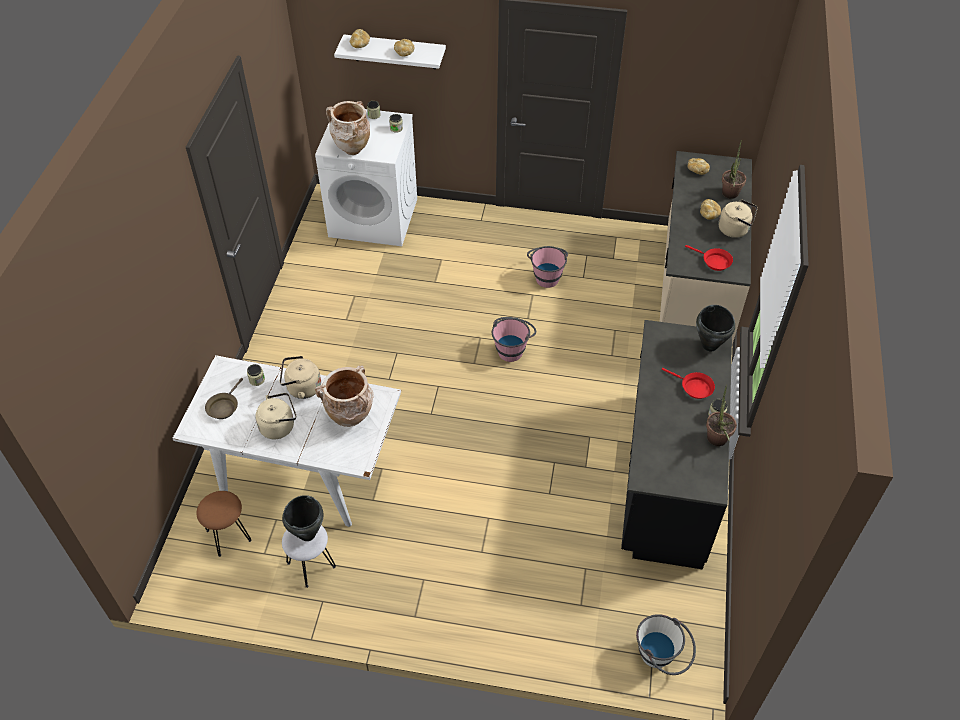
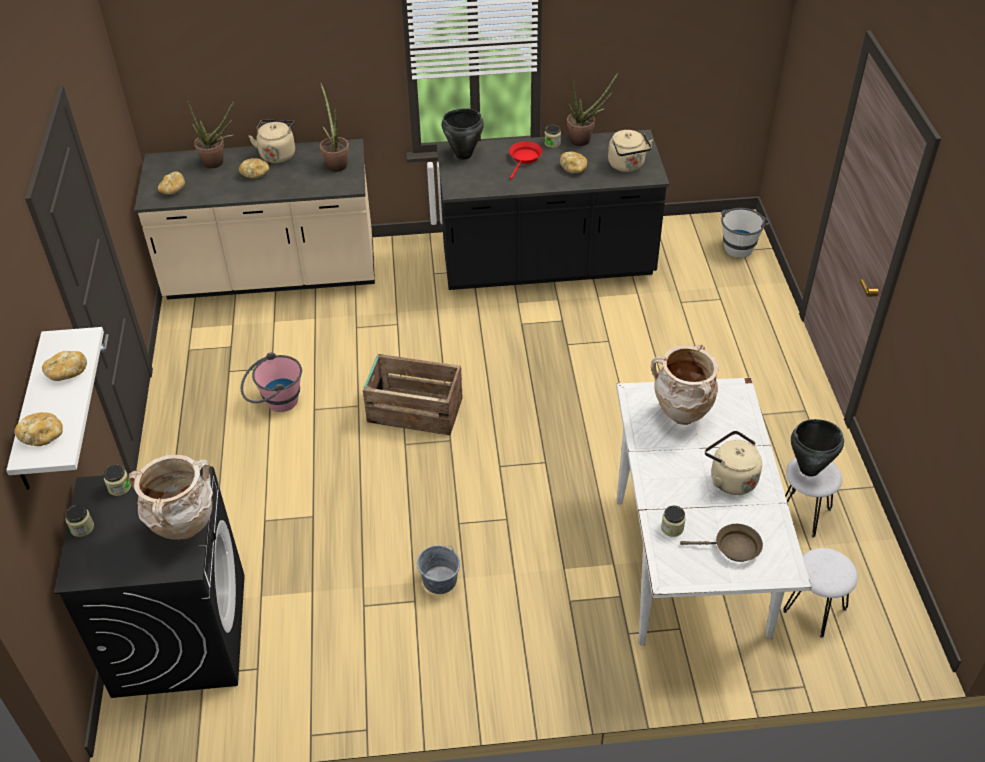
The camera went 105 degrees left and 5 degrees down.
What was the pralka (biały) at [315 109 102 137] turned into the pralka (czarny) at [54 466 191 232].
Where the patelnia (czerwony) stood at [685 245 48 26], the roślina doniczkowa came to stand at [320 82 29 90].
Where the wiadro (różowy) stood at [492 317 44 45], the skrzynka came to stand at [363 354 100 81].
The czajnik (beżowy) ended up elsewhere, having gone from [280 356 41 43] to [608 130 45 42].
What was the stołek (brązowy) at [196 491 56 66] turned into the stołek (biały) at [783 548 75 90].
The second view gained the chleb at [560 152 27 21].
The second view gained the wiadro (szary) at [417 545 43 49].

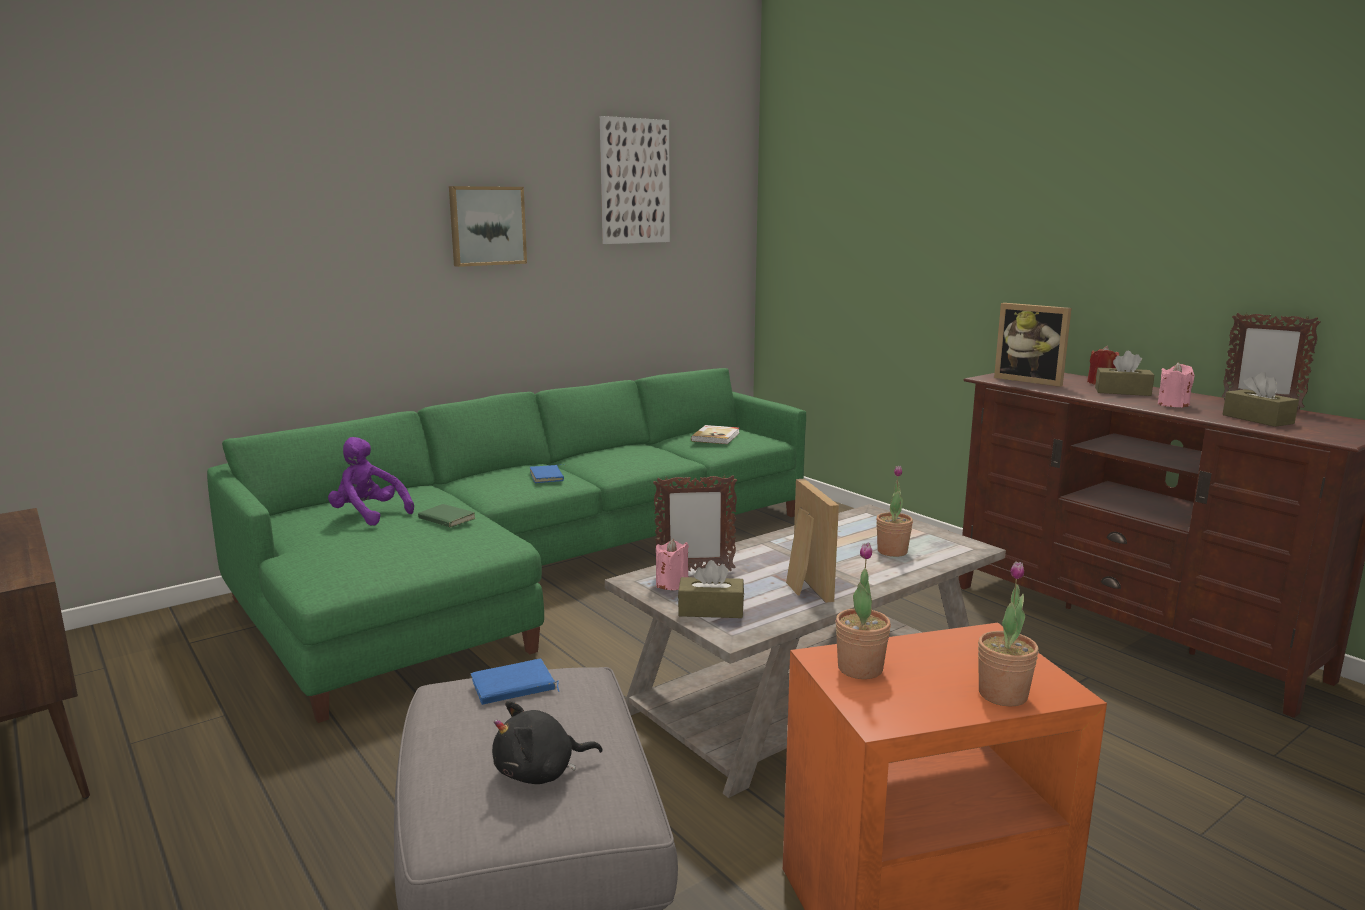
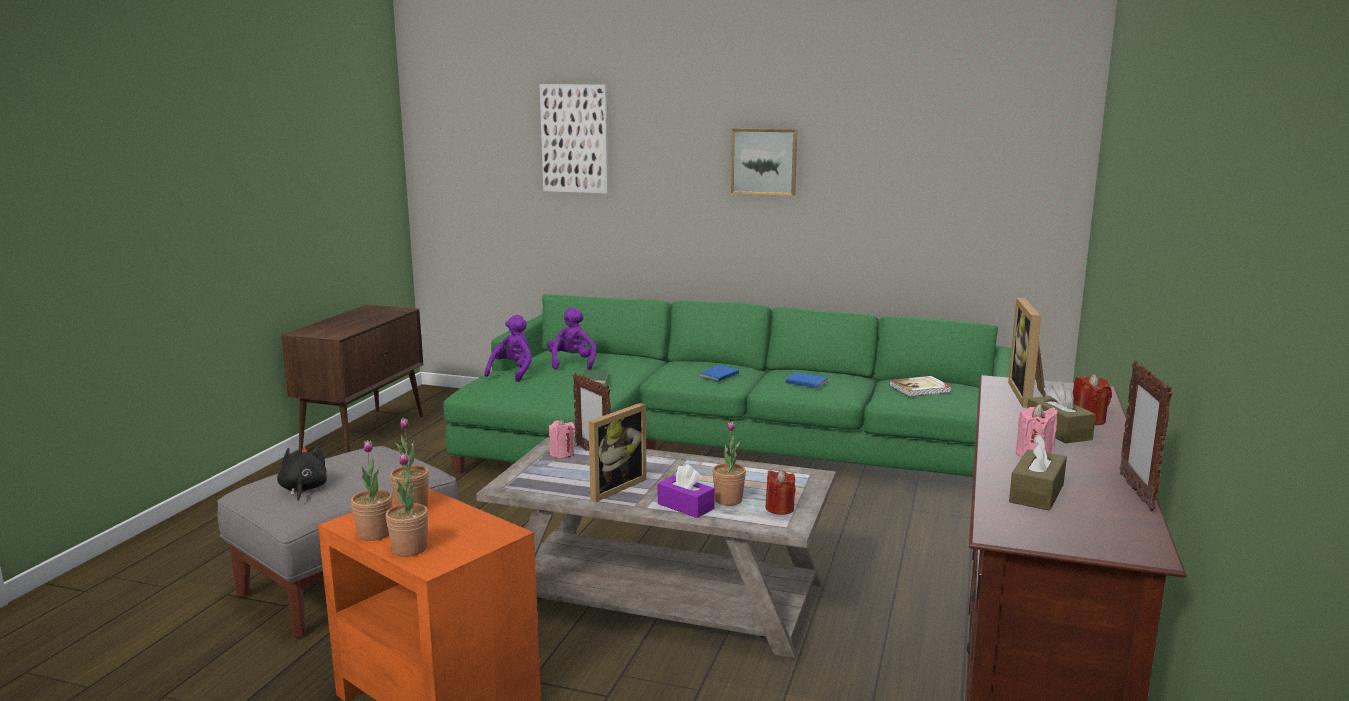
The camera went 55 degrees right and 0 degrees up.
The obraz ended up elsewhere, having gone from [600 116 70 128] to [539 84 70 110].
The second view lost the pudełko chusteczek (brązowy) at [678 560 66 58].
The książka (niebieski) ended up elsewhere, having gone from [471 659 89 46] to [785 372 43 16].
The pluszak (czarny) at [492 701 110 83] ended up facing another way, 45 degrees clockwise from before.
The second view gained the pluszak (fioletowy) at [484 315 48 67].
The second view gained the roślina doniczkowa at [351 440 42 101].
The second view gained the pudełko chusteczek (fioletowy) at [658 464 57 54].
The second view gained the świeca (czerwony) at [765 470 31 45].

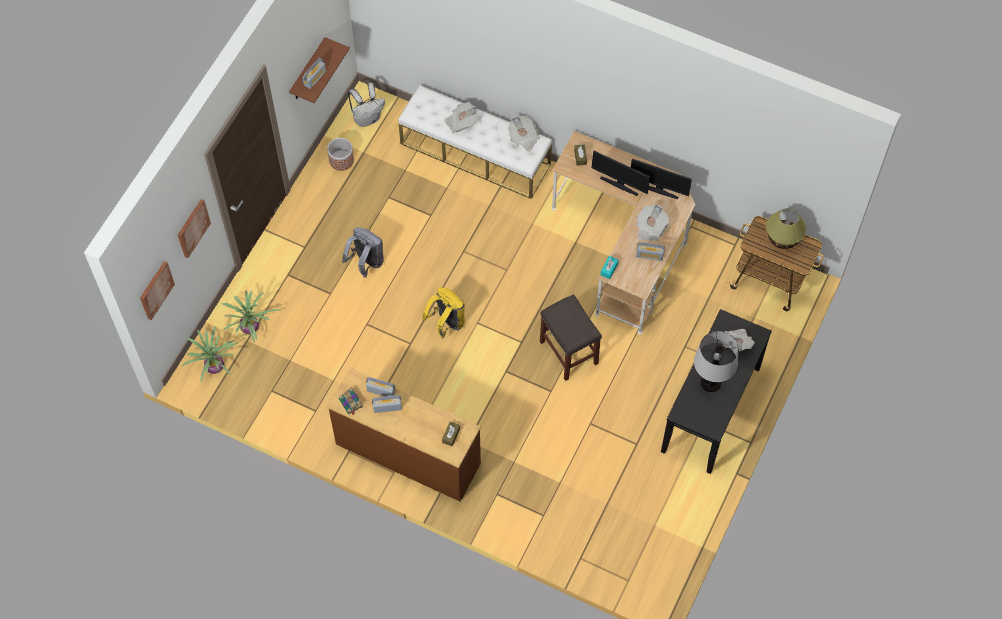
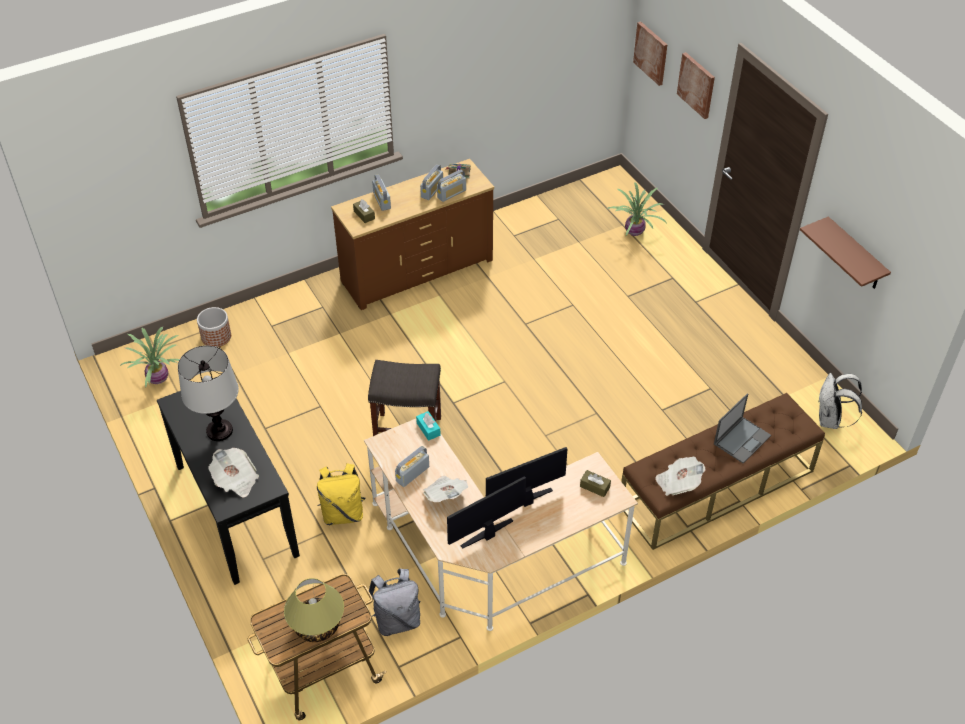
The camera went 125 degrees right and 15 degrees down.
The radio ended up elsewhere, having gone from [302 58 24 31] to [372 174 19 37].
What was the ławka (biały) at [398 85 154 114] turned into the ławka (brązowy) at [621 393 204 157].
Where the gazeta stood at [444 102 34 31], the laptop came to stand at [714 393 57 70].
The donica ended up elsewhere, having gone from [327 138 27 33] to [197 307 34 40].
The plecak (szary) ended up elsewhere, having gone from [342 227 42 50] to [369 569 51 67].
The plecak (żółty) ended up elsewhere, having gone from [422 287 43 51] to [317 463 48 62].
The roślina doniczkowa ended up elsewhere, having gone from [181 326 56 56] to [120 327 60 60].

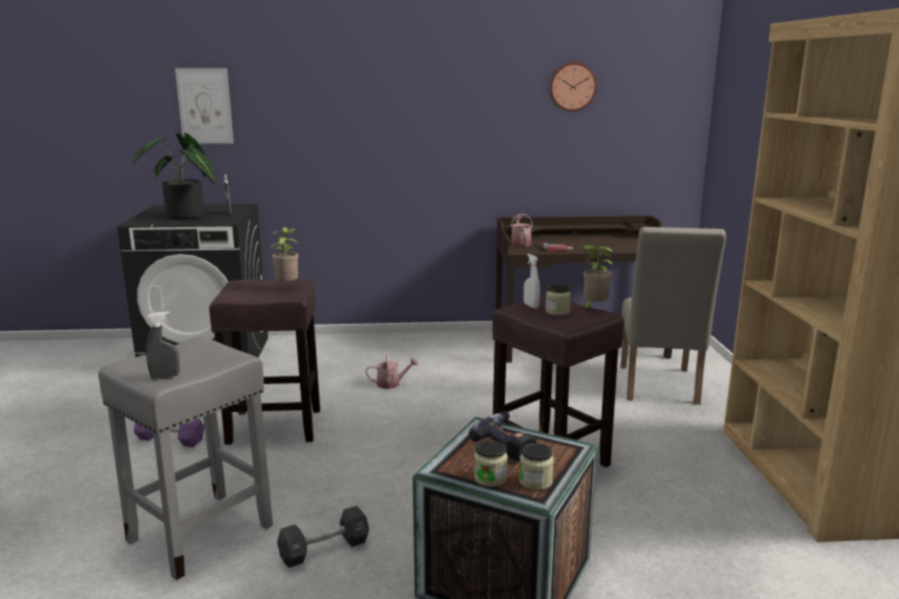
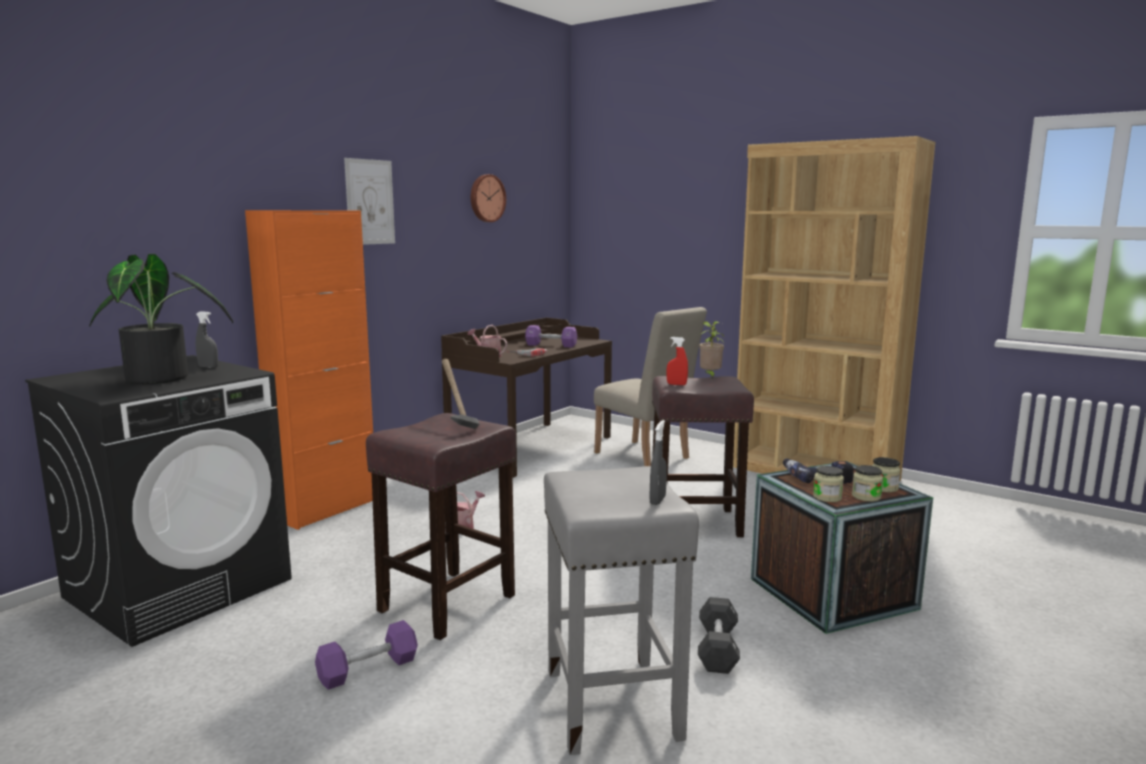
The camera went 50 degrees left and 5 degrees down.
The obraz ended up elsewhere, having gone from [175 68 58 76] to [344 158 51 87].
Where the roślina doniczkowa stood at [271 227 27 55], the młotek came to stand at [442 359 37 70].
What was the spryskiwacz (biały) at [524 254 16 54] turned into the spryskiwacz (czerwony) at [667 337 21 48].
The słoik ended up elsewhere, having gone from [546 284 25 31] to [813 466 31 36].
The second view gained the szafka (pomarańczowy) at [245 210 128 320].
The second view gained the hantel (fioletowy) at [525 325 52 23].

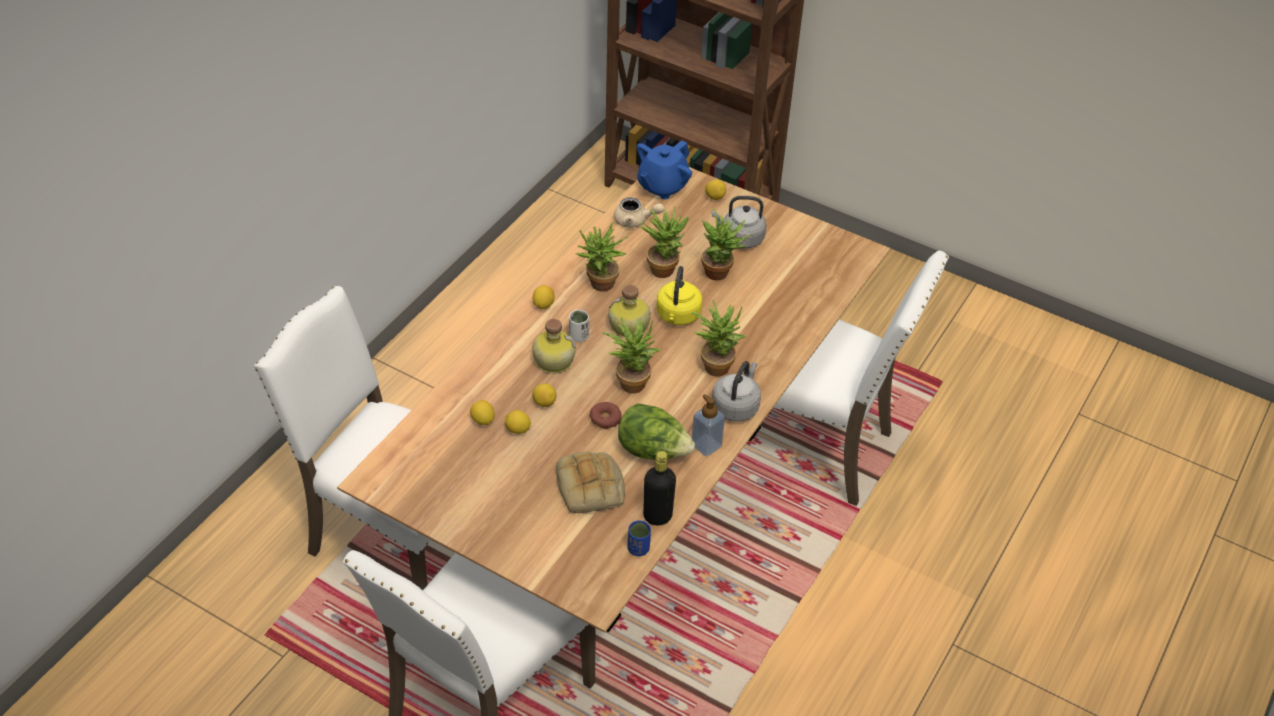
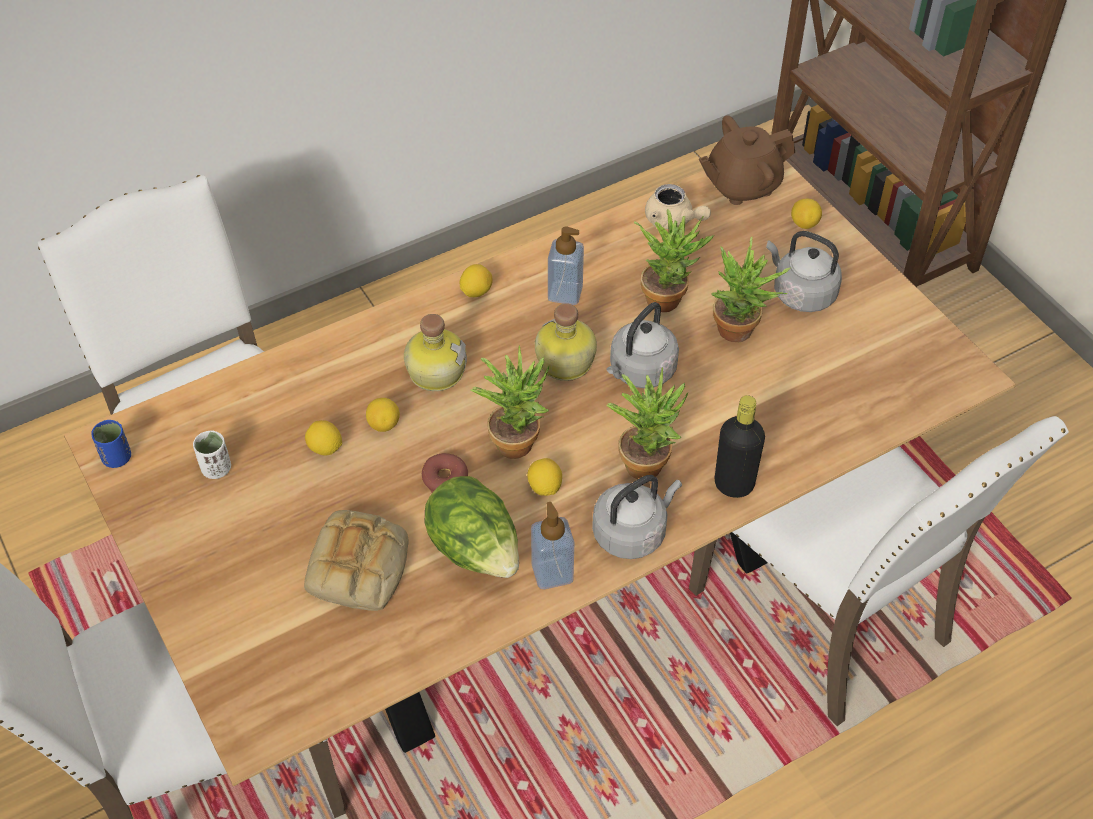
The camera went 30 degrees right and 5 degrees up.
What was the imbryk (niebieski) at [637 140 55 60] turned into the imbryk (brązowy) at [699 115 96 90].
Where the roślina doniczkowa stood at [576 222 52 70], the dozownik mydła came to stand at [548 226 36 79].
What was the czajnik (żółty) at [657 266 45 59] turned into the czajnik (szary) at [607 302 72 86].
The filiżanka (biały) ended up elsewhere, having gone from [569 310 20 32] to [193 430 38 49].
The cytryna ended up elsewhere, having gone from [470 400 25 25] to [527 458 35 38].
The butelka (czarny) ended up elsewhere, having gone from [643 451 33 74] to [715 395 50 103].
The filiżanka (niebieski) ended up elsewhere, having gone from [628 521 23 35] to [91 420 40 48].

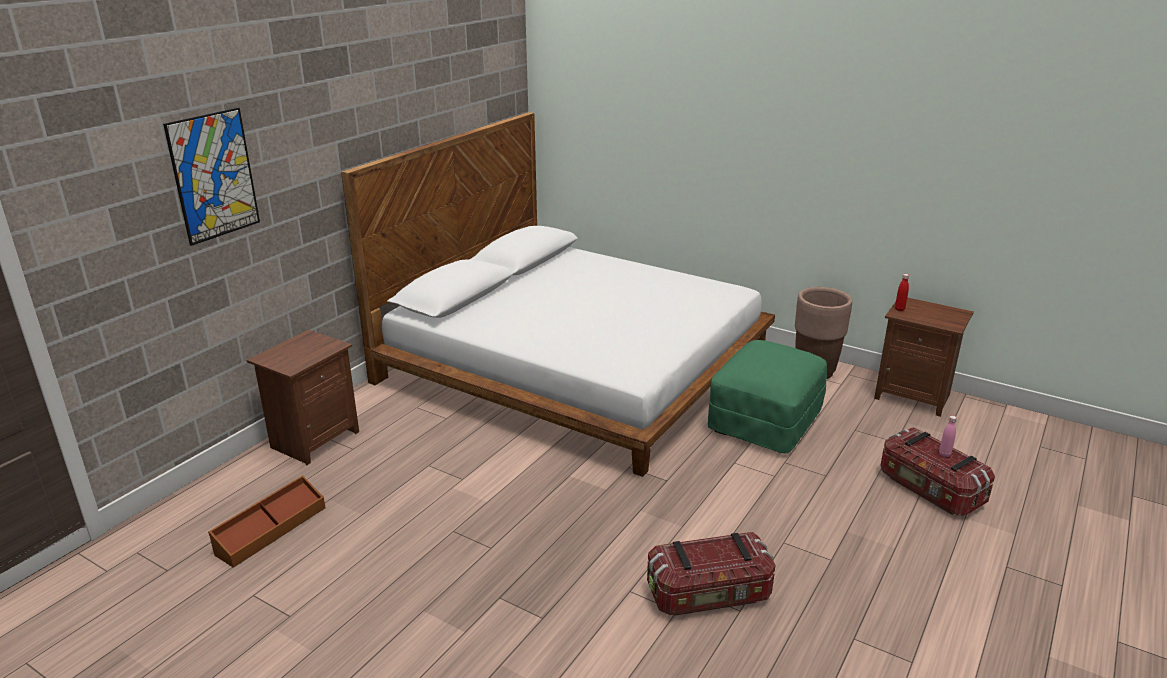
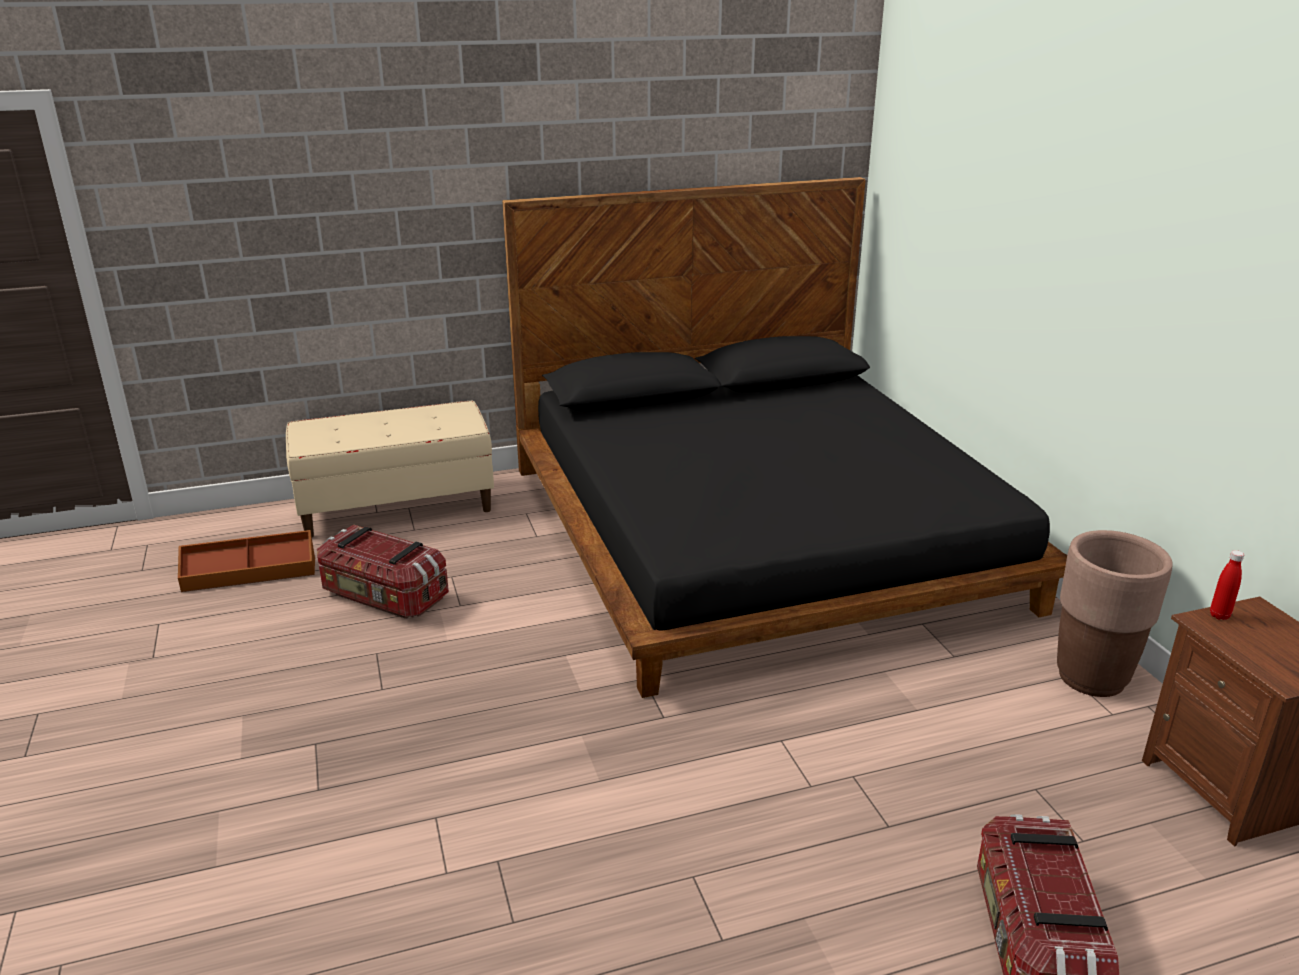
The camera went 40 degrees right and 0 degrees up.
The second view lost the obraz at [163 108 97 138].
What was the łóżko (biały) at [341 112 434 365] turned into the łóżko (czarny) at [502 177 565 521].
Where the szafka nocna (brązowy) stood at [246 330 113 136], the ławka (beżowy) came to stand at [286 401 208 136].
The second view lost the pufa (zielony) at [708 340 119 114].
The second view lost the butelka (różowy) at [939 416 18 41].
The pojemnik do przechowywania ended up elsewhere, having gone from [647 532 129 84] to [317 524 132 95].

